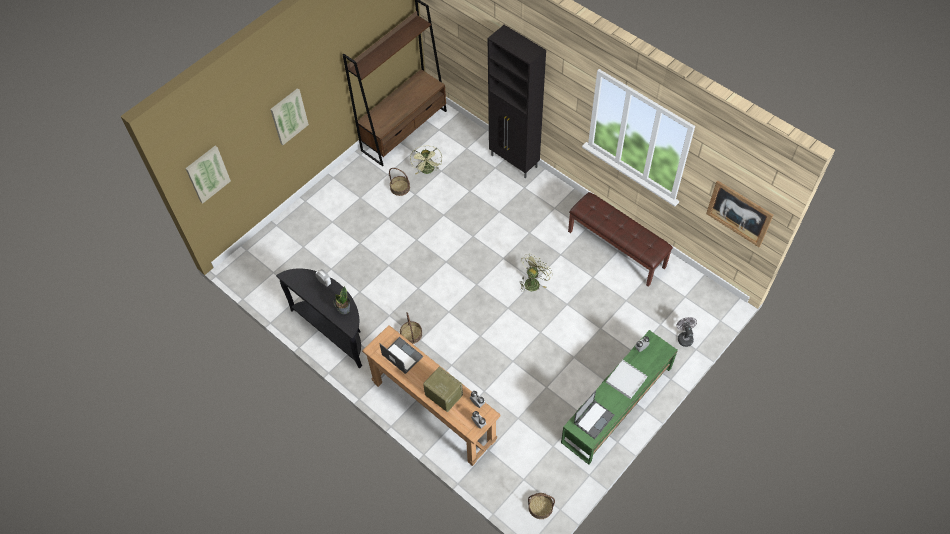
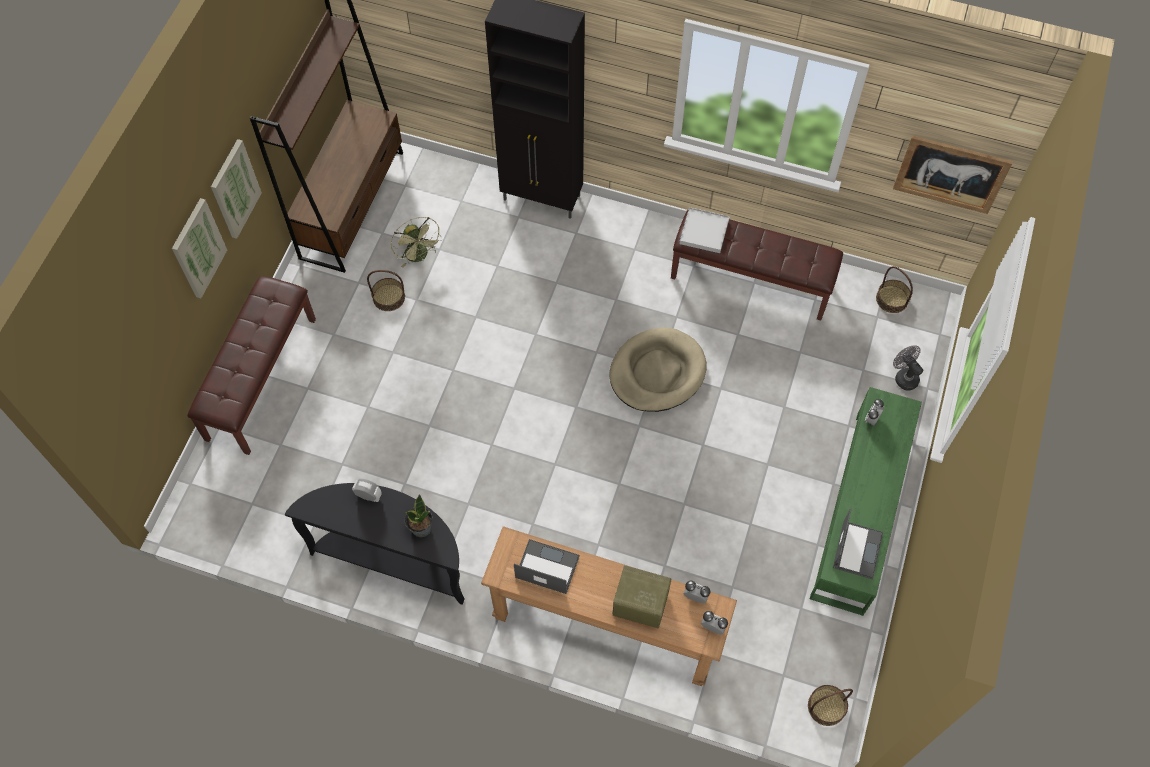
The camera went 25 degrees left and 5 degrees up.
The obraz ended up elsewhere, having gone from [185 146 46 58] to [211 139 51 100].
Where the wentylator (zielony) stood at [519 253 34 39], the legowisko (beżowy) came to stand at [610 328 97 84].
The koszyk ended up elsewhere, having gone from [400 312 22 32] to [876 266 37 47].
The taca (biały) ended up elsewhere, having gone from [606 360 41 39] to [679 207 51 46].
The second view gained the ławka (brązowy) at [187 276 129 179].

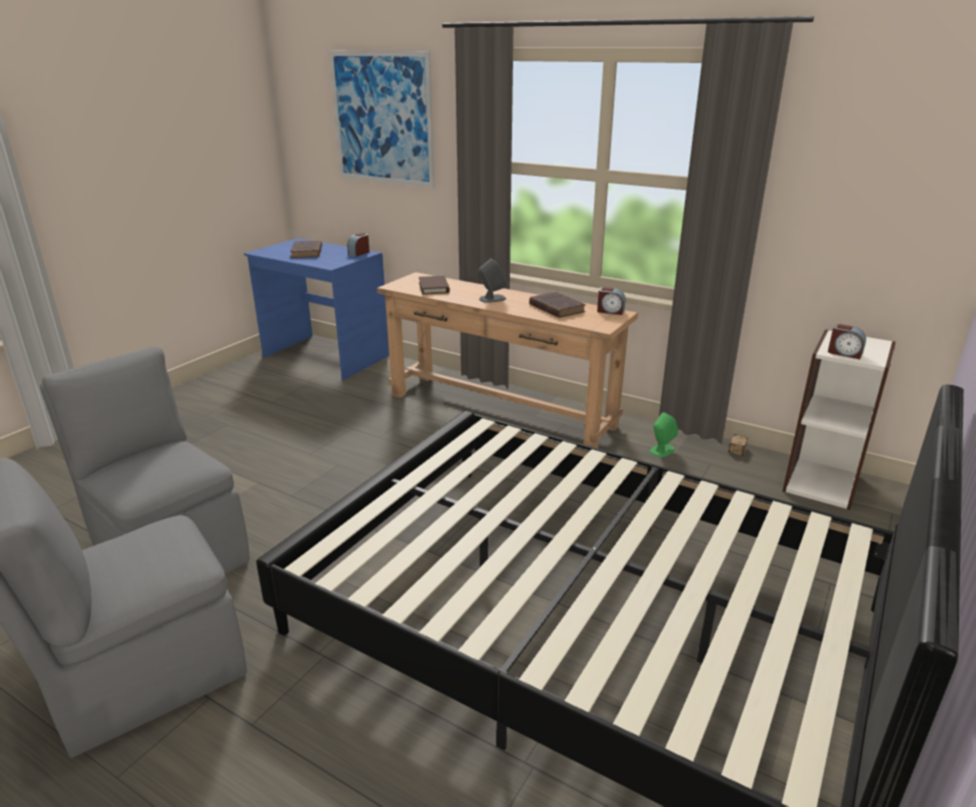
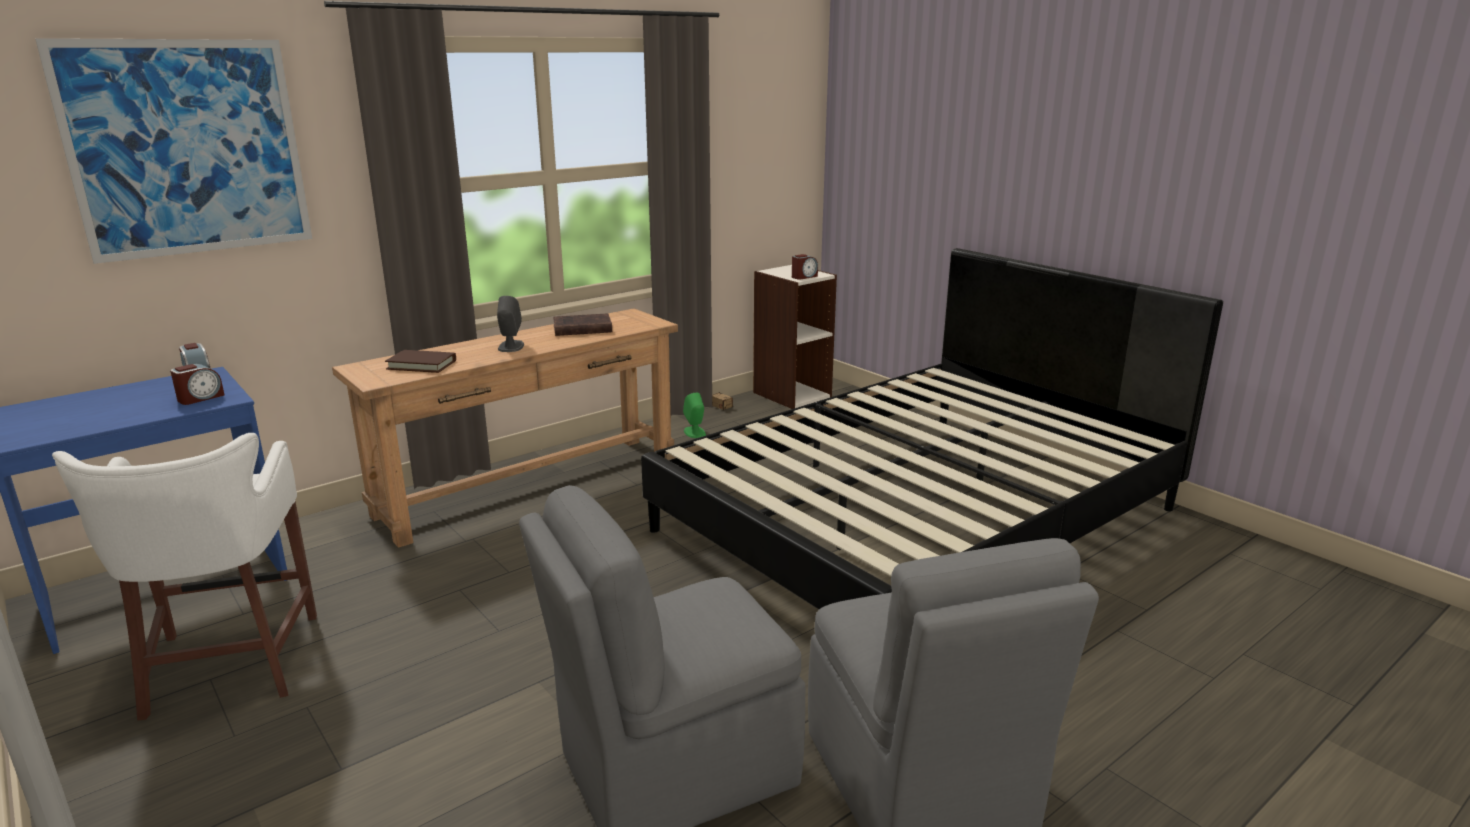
The camera went 70 degrees left and 5 degrees down.
The second view lost the książka (brązowy) at [290 241 32 17].
The budzik ended up elsewhere, having gone from [597 287 29 28] to [170 364 54 41].
The second view gained the stołek (biały) at [52 433 265 288].

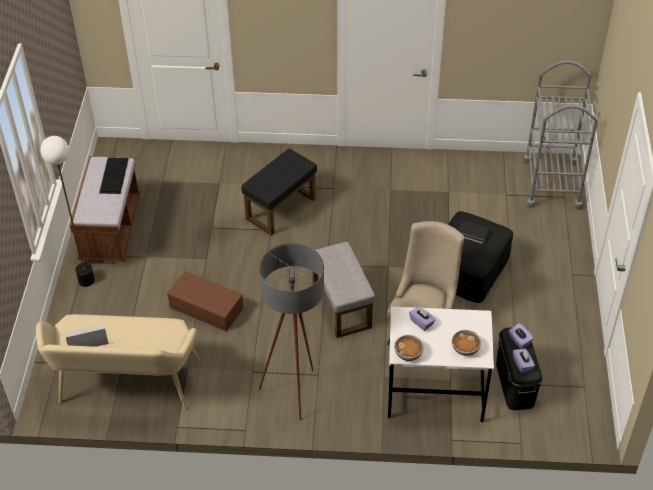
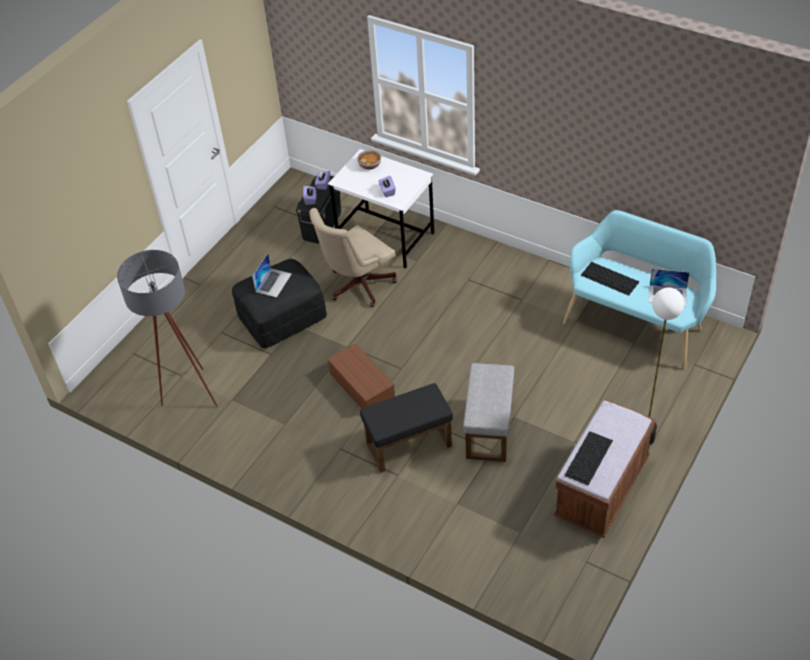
The camera went 150 degrees left and 0 degrees up.
The second view lost the wózek (szary) at [523 60 75 150].
Where the książka (czarny) stood at [458 221 32 23], the laptop came to stand at [252 253 40 45].
The pufa (szary) ended up elsewhere, having gone from [312 242 63 96] to [463 363 51 99].
The lampa stojąca (szary) ended up elsewhere, having gone from [259 243 65 177] to [117 250 101 157].
The pojemnik do przechowywania (brązowy) ended up elsewhere, having gone from [167 271 76 61] to [327 343 68 66].
What was the ławka (beżowy) at [36 314 164 95] turned into the ławka (turkusowy) at [563 210 153 160].
The second view lost the miska at [394 335 30 26].
The second view gained the klawiatura at [581 262 58 34].

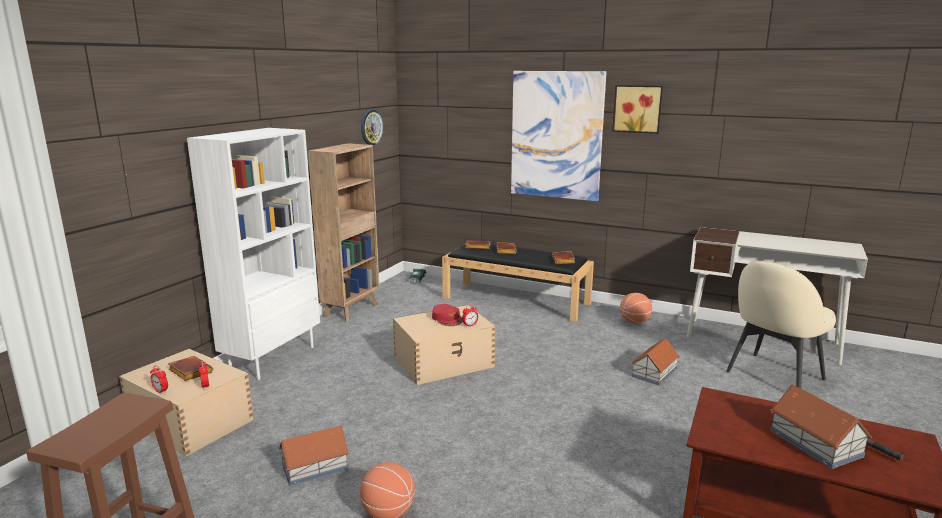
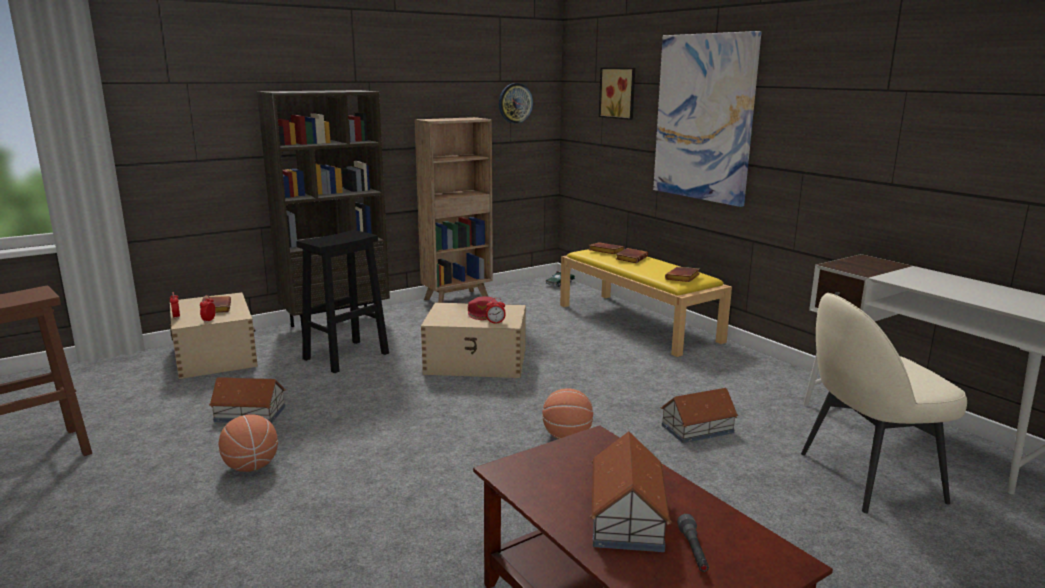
The camera went 30 degrees right and 0 degrees up.
The obraz ended up elsewhere, having gone from [612 85 51 49] to [599 68 36 52].
What was the regał (biały) at [187 128 133 252] turned into the regał (brązowy) at [257 90 133 240].
What was the ławka (czarny) at [442 244 152 78] turned into the ławka (żółty) at [560 249 172 108].
The piłka do koszykówki ended up elsewhere, having gone from [620 293 32 31] to [542 388 51 51].
The second view gained the stołek (czarny) at [296 230 93 143].

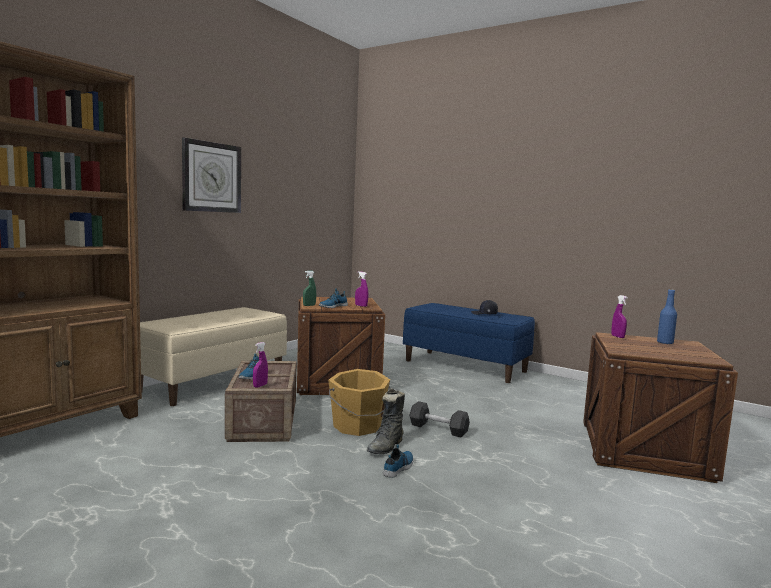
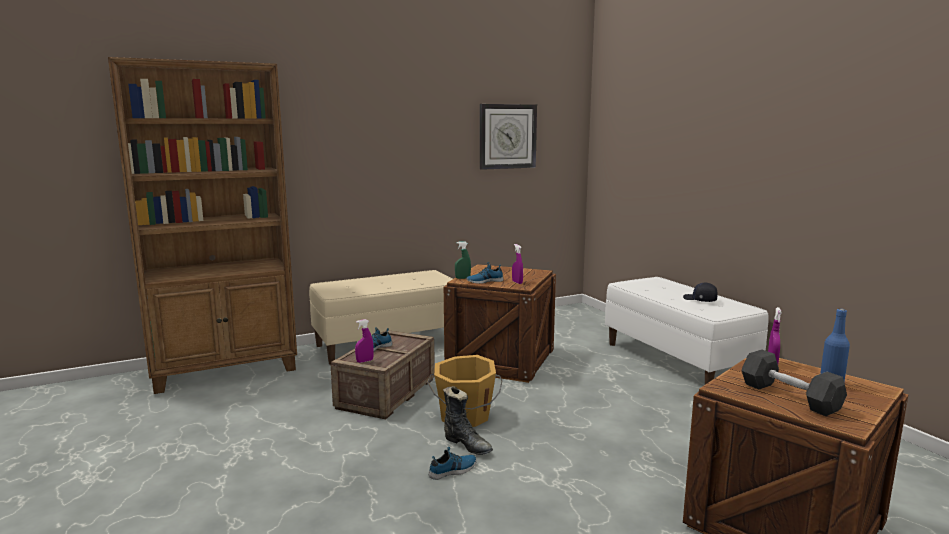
The camera went 30 degrees right and 5 degrees up.
The zegar ścienny ended up elsewhere, having gone from [182 137 59 76] to [480 104 57 66].
What was the ławka (niebieski) at [403 303 132 80] turned into the ławka (biały) at [605 277 164 108].
The but z cholewką (czarny) at [367 388 38 66] ended up facing another way, 105 degrees counterclockwise from before.
The hantel (szary) ended up elsewhere, having gone from [409 401 61 36] to [742 349 105 67].

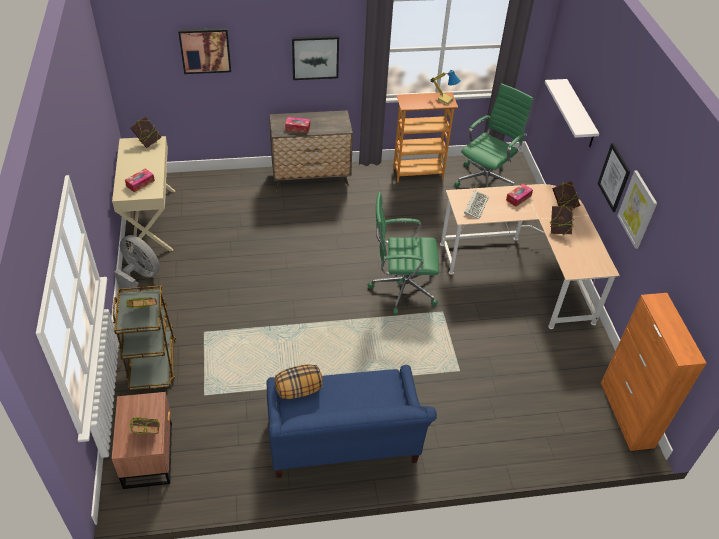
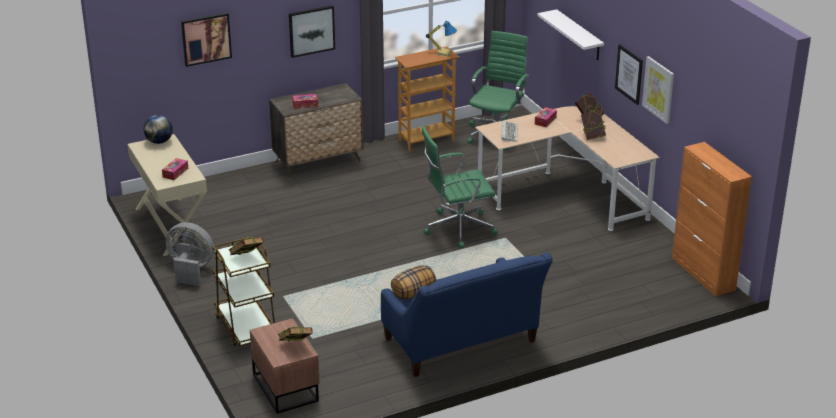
The camera went 15 degrees left and 15 degrees down.
Where the książka stood at [130 117 31 31], the globus came to stand at [144 115 29 29].

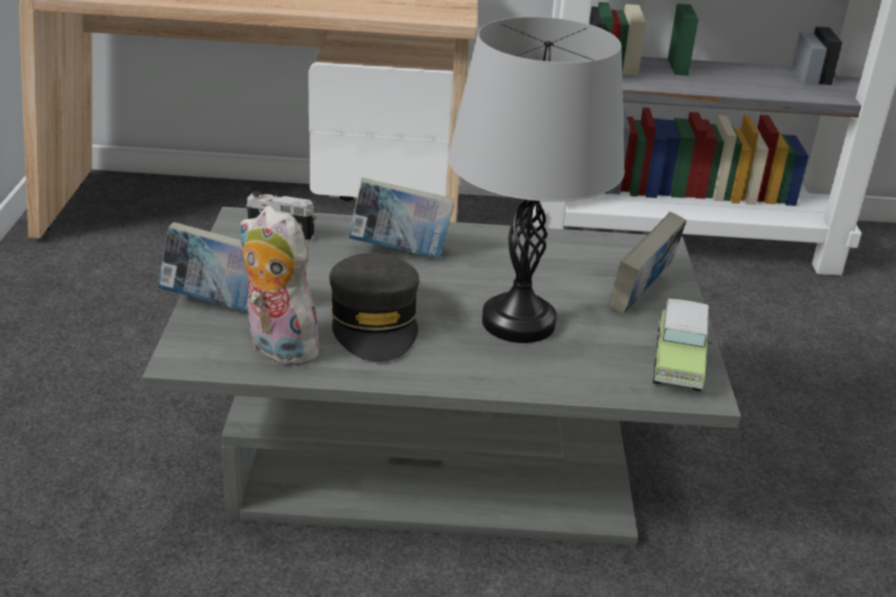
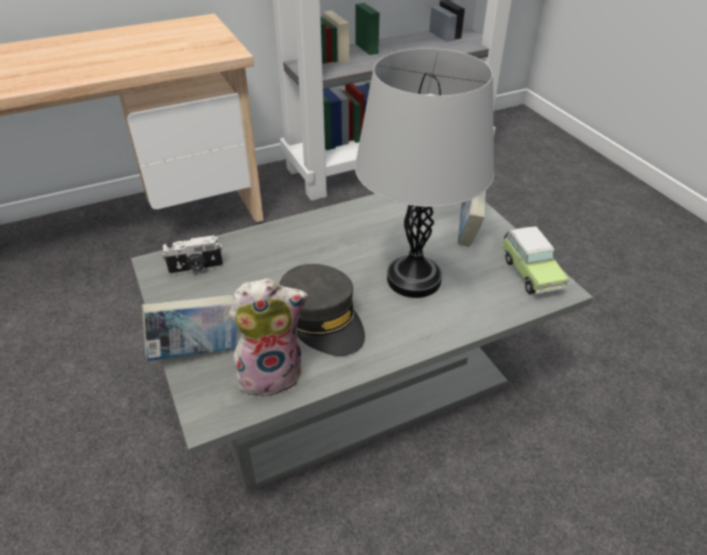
The camera went 25 degrees left and 10 degrees up.
The second view lost the książka at [349 178 105 80].
The pluszak at [239 206 82 160] ended up facing another way, 150 degrees clockwise from before.

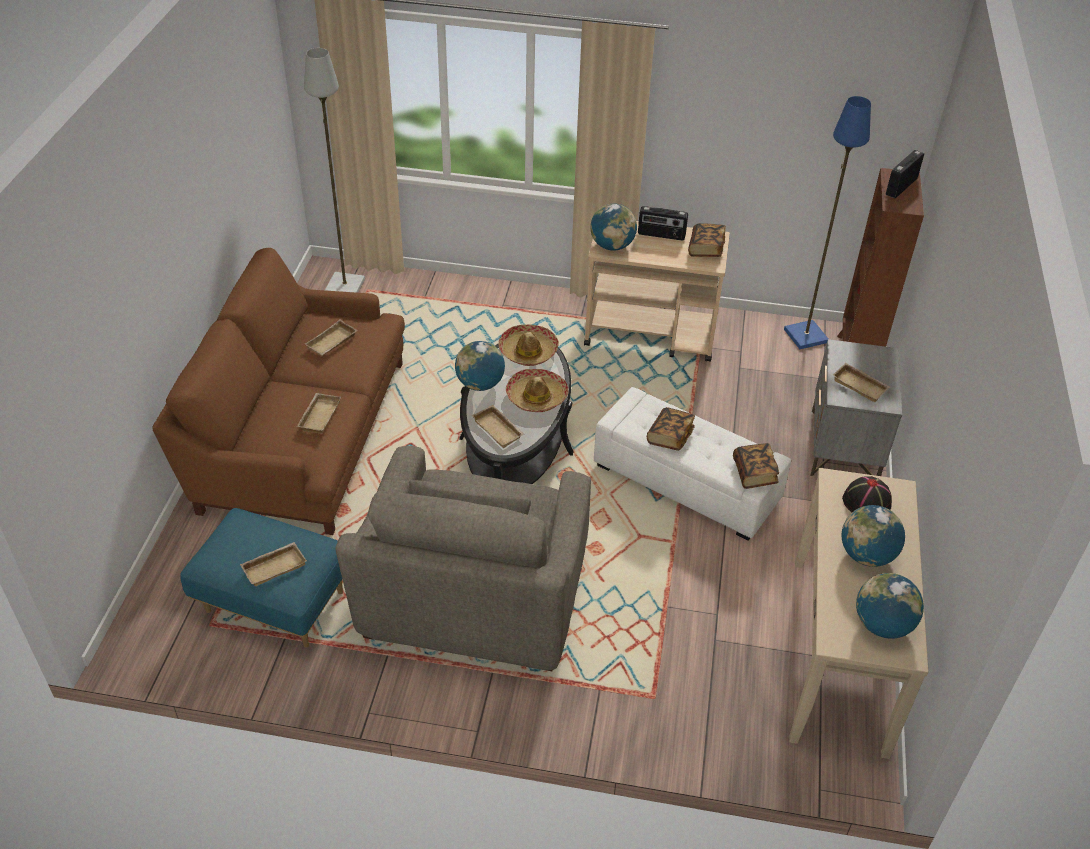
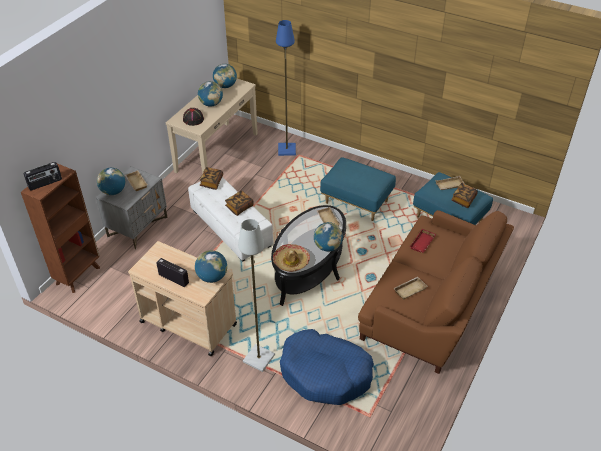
The camera went 160 degrees left and 0 degrees up.
The lampa stojąca (szary) ended up elsewhere, having gone from [304 48 61 245] to [238 219 37 153].
The lampa stojąca (niebieski) ended up elsewhere, having gone from [784 96 87 253] to [276 20 20 136].
The książka ended up elsewhere, having gone from [688 223 38 34] to [451 183 27 25].
The second view lost the kapelusz at [506 369 63 43].
What was the taca (beżowy) at [297 393 44 41] turned into the taca (czerwony) at [410 228 26 25].
Where the fotel (szary) stood at [336 446 255 225], the pufa (niebieski) came to stand at [320 157 76 64].
The second view gained the globus at [97 168 28 27].
The second view gained the legowisko (niebieski) at [280 329 94 76].

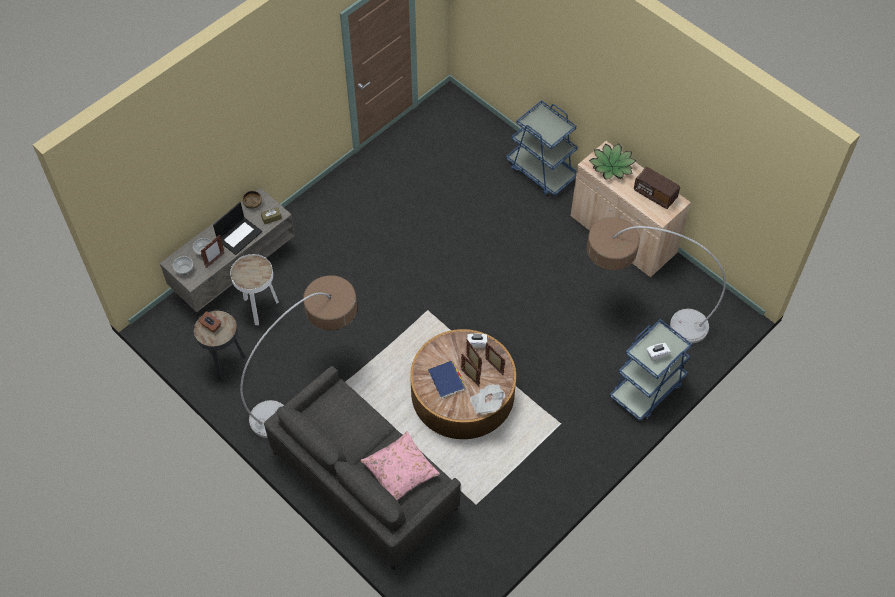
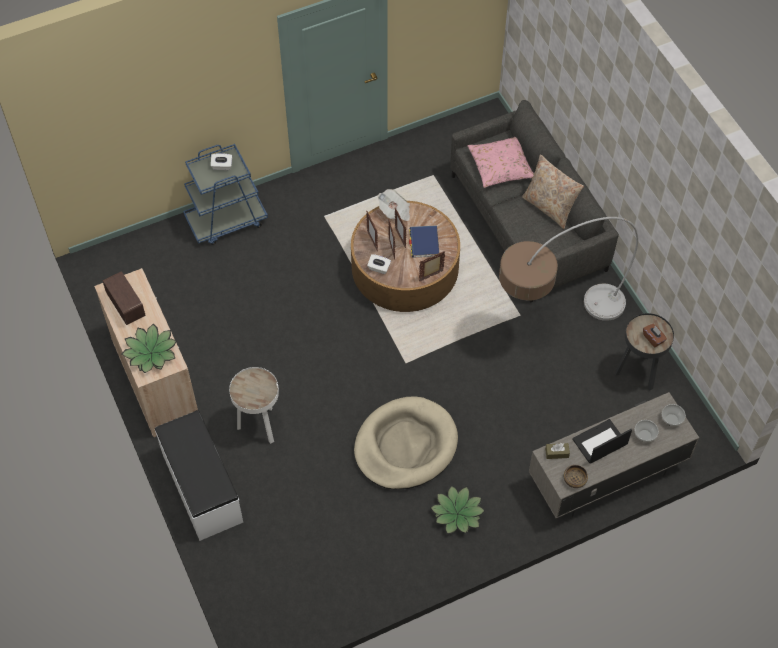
The camera went 160 degrees left and 0 degrees up.
Where the wózek (niebieski) stood at [506 100 72 97], the ławka (biały) came to stand at [155 410 88 131].
The second view lost the lampa stojąca at [587 217 139 126].
The ramka na zdjęcie ended up elsewhere, having gone from [200 235 25 33] to [419 251 26 30].
The stolik (biały) ended up elsewhere, having gone from [230 254 49 71] to [229 367 50 77].
The second view gained the poduszka (beżowy) at [522 154 62 75].
The second view gained the legowisko (beżowy) at [354 396 104 93].
The second view gained the roślina doniczkowa at [430 485 55 49].

